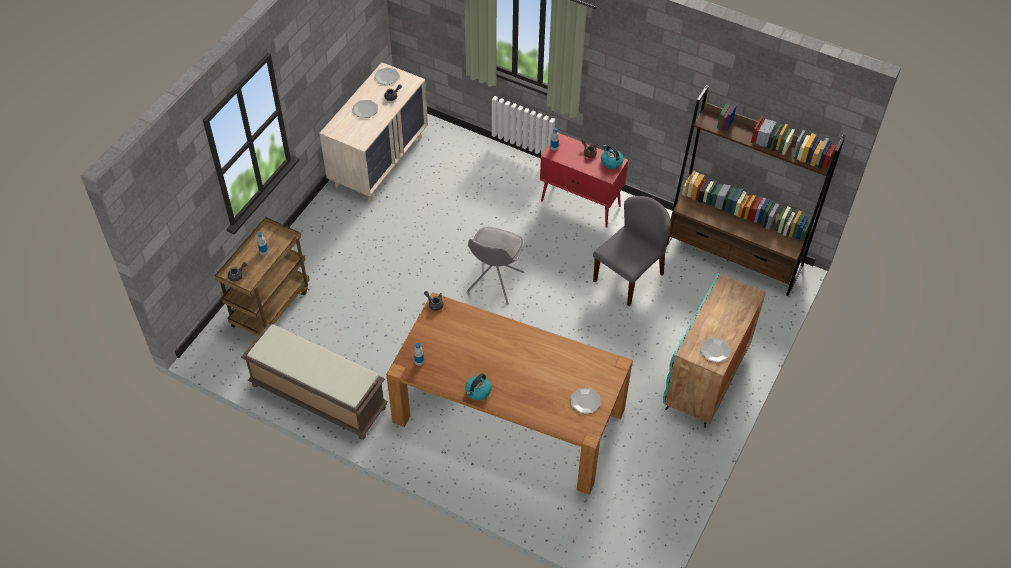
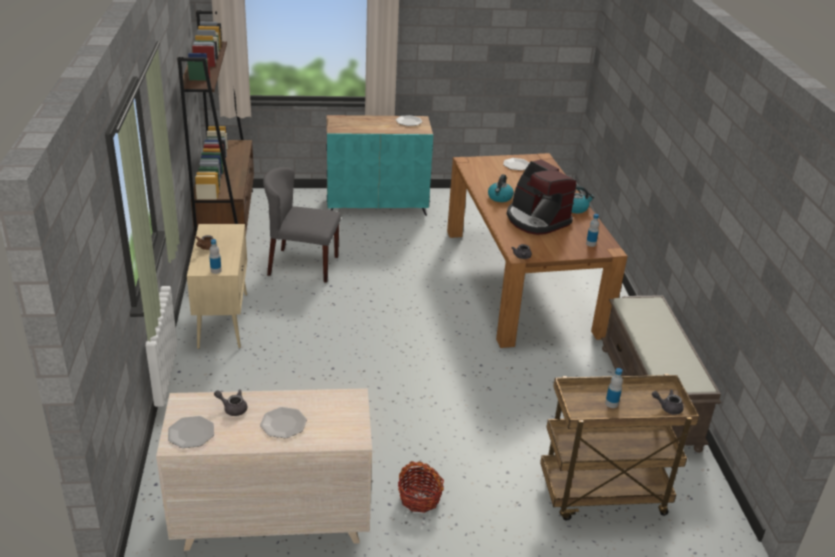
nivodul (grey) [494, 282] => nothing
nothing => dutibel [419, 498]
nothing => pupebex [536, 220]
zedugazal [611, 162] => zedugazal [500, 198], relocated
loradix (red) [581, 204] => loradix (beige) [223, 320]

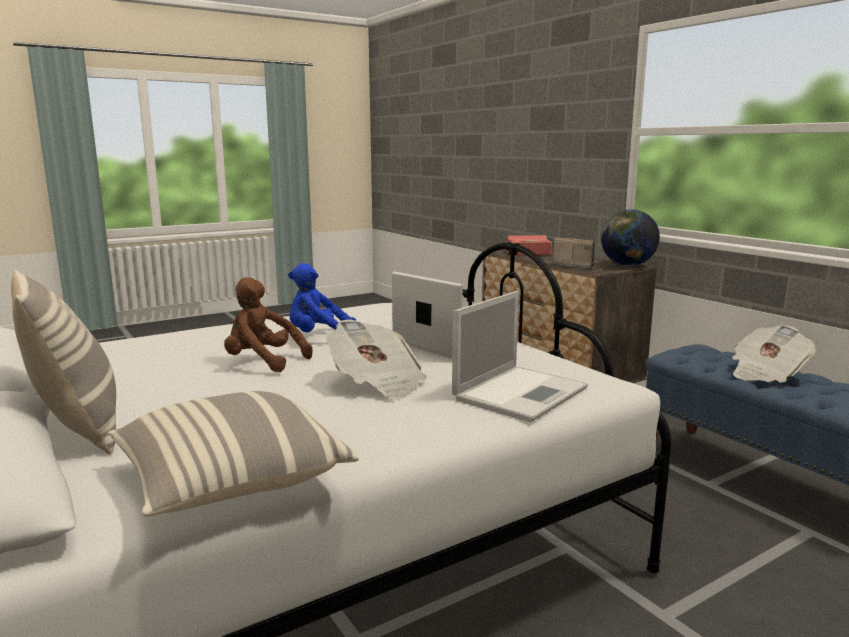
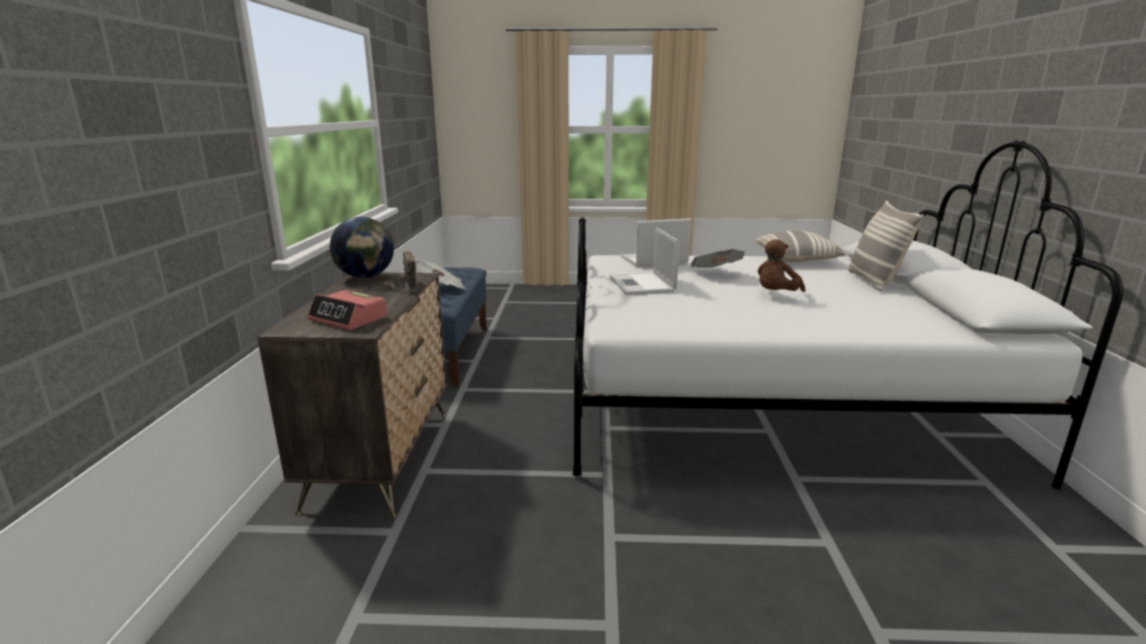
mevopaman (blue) [319, 337] => nothing
mevopaman (brown) [263, 362] => mevopaman (brown) [775, 295], 75 degrees clockwise

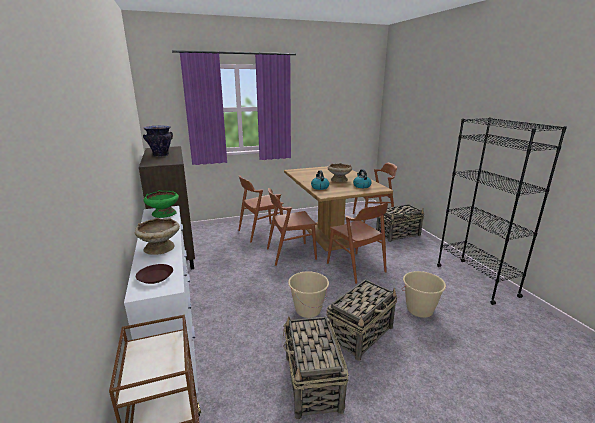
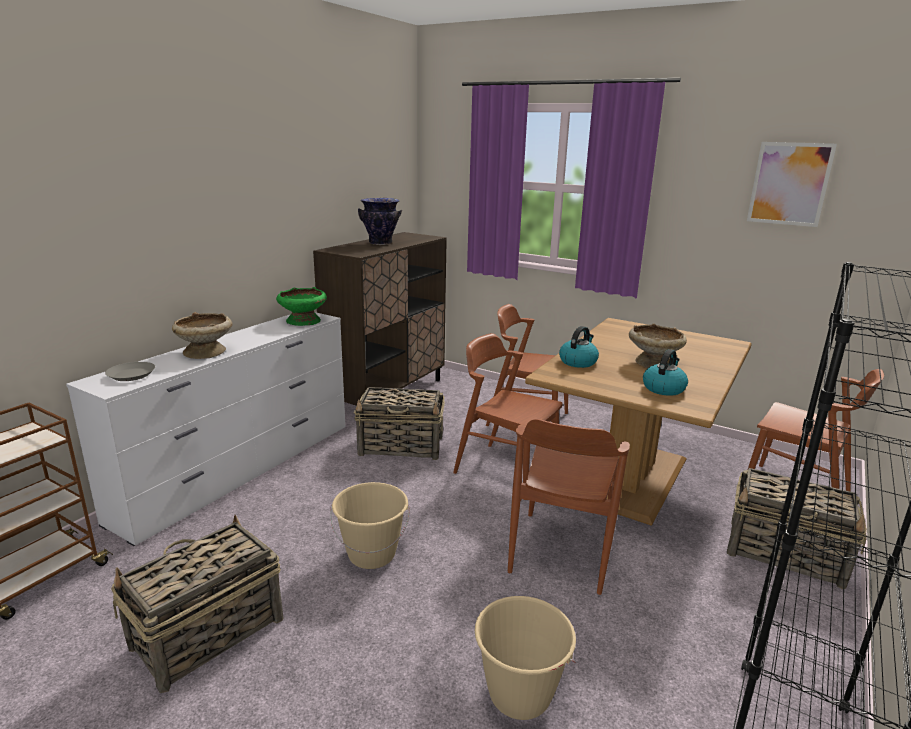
nothing => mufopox [789, 184]
dutibel [361, 333] => dutibel [402, 446], relocated
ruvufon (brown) [155, 276] => ruvufon (grey) [132, 375]

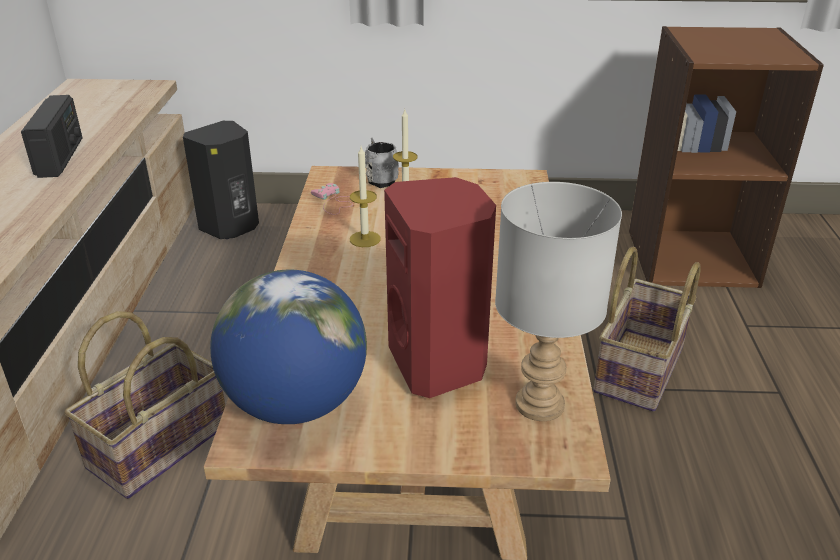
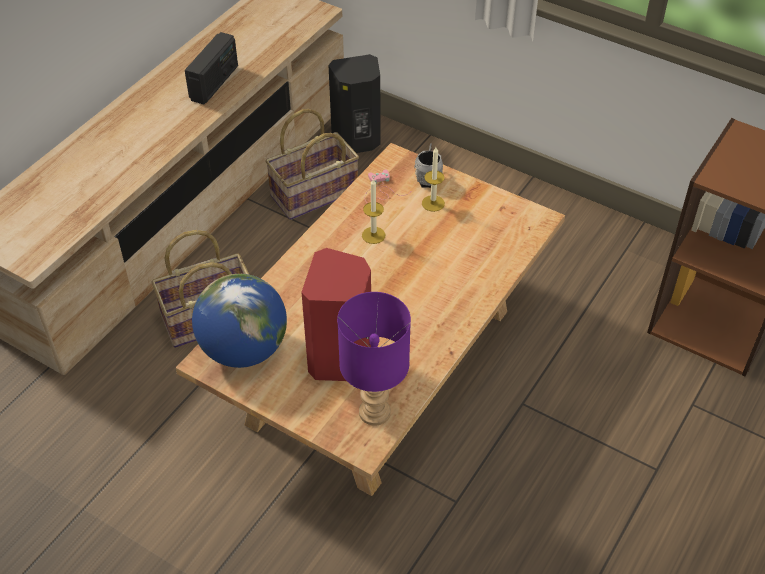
dutibel [641, 370] => dutibel [314, 194], relocated
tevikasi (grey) [537, 404] => tevikasi (purple) [373, 411]

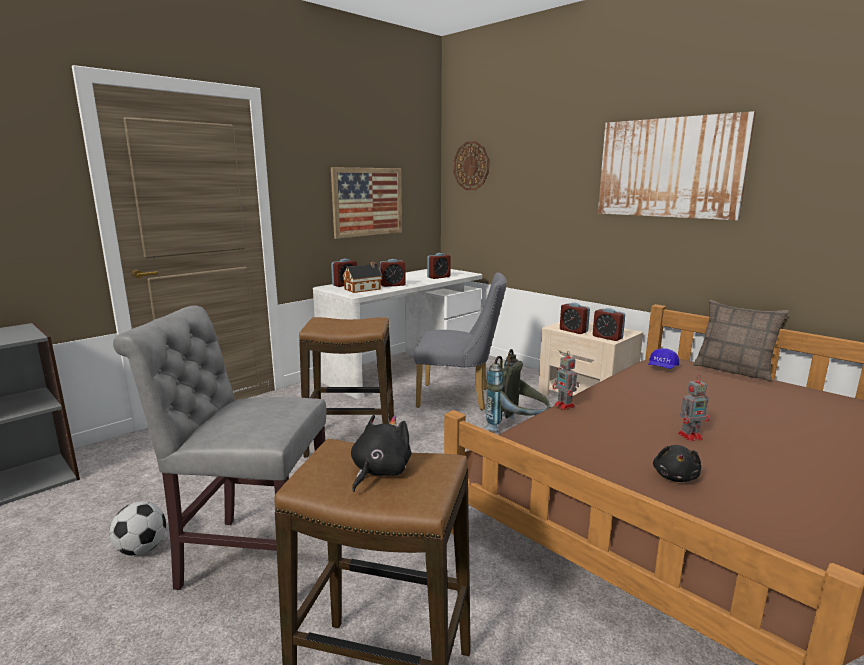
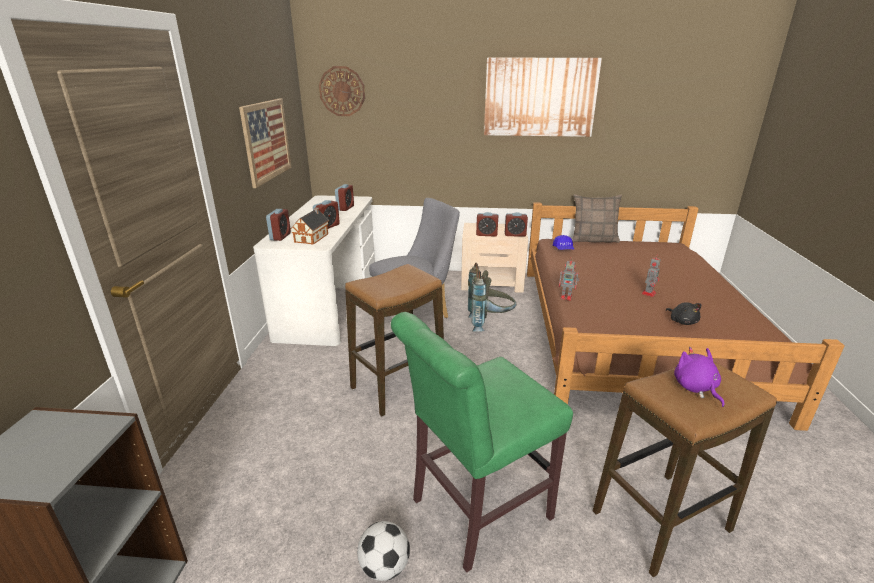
nivodul (grey) [250, 556] => nivodul (green) [475, 511]
mevopaman (black) [379, 472] => mevopaman (purple) [695, 388]

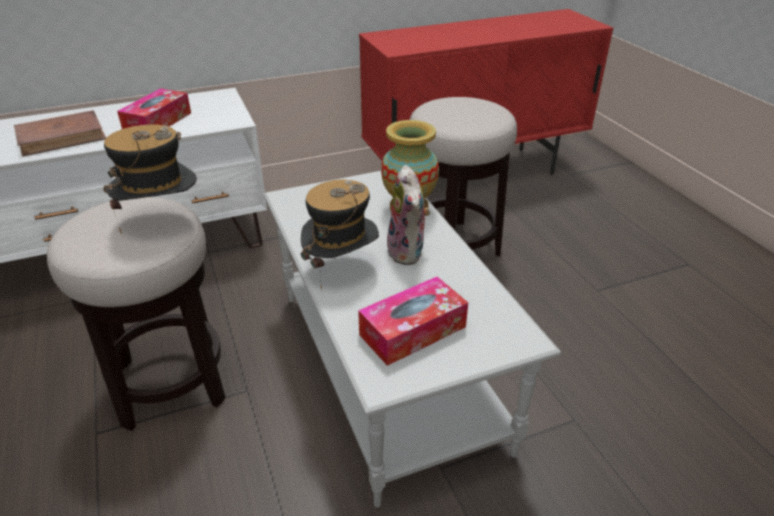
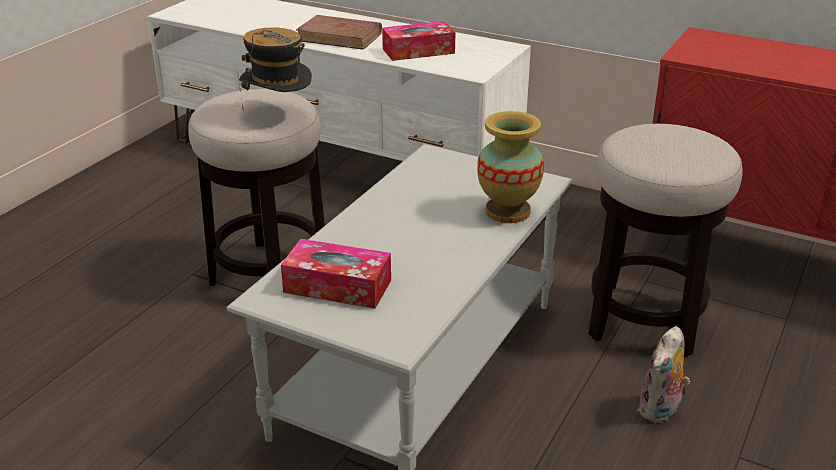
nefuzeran [341, 268] => nothing
mevopaman [408, 252] => mevopaman [660, 411], relocated

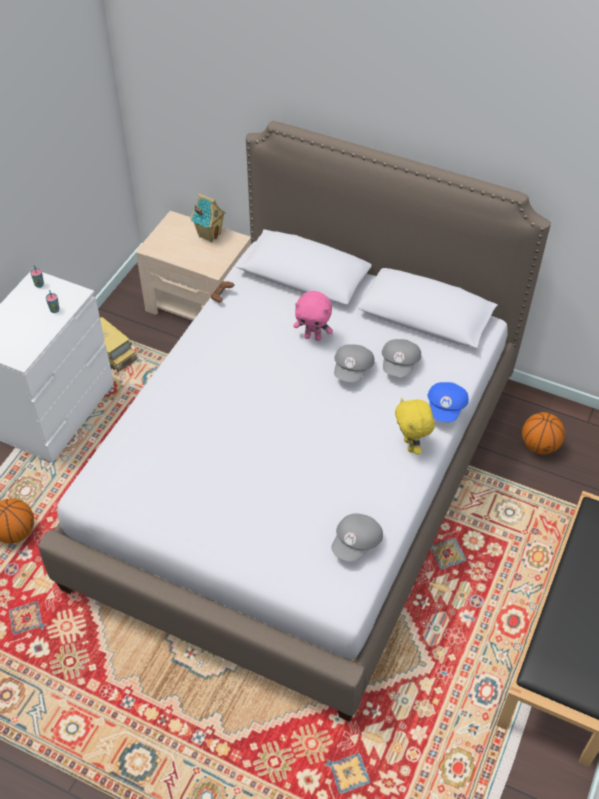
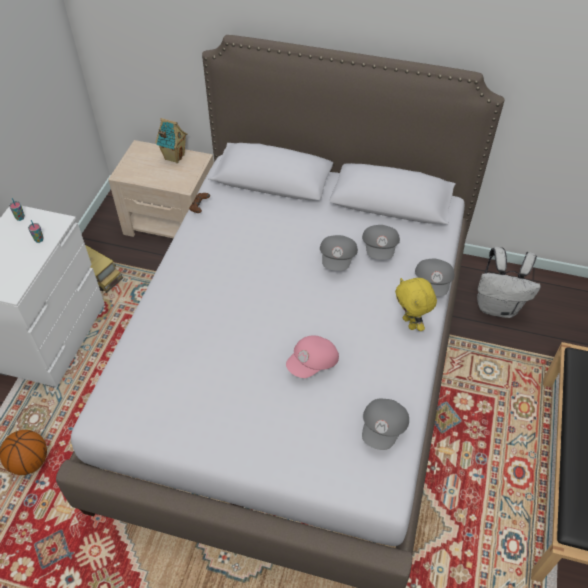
mevopaman (pink) [313, 337] => nothing
nothing => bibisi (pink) [313, 363]
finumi [539, 446] => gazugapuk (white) [498, 307]
bibisi (blue) [446, 408] => bibisi (grey) [433, 283]

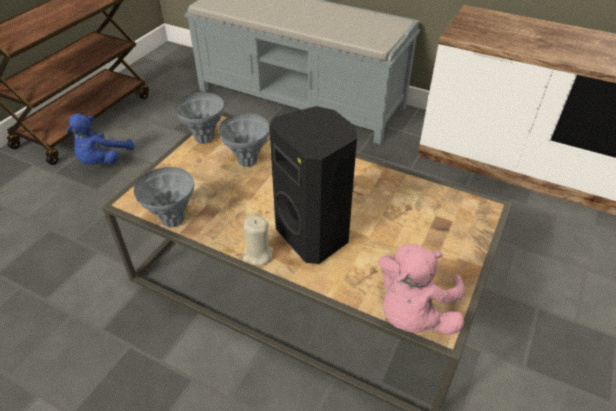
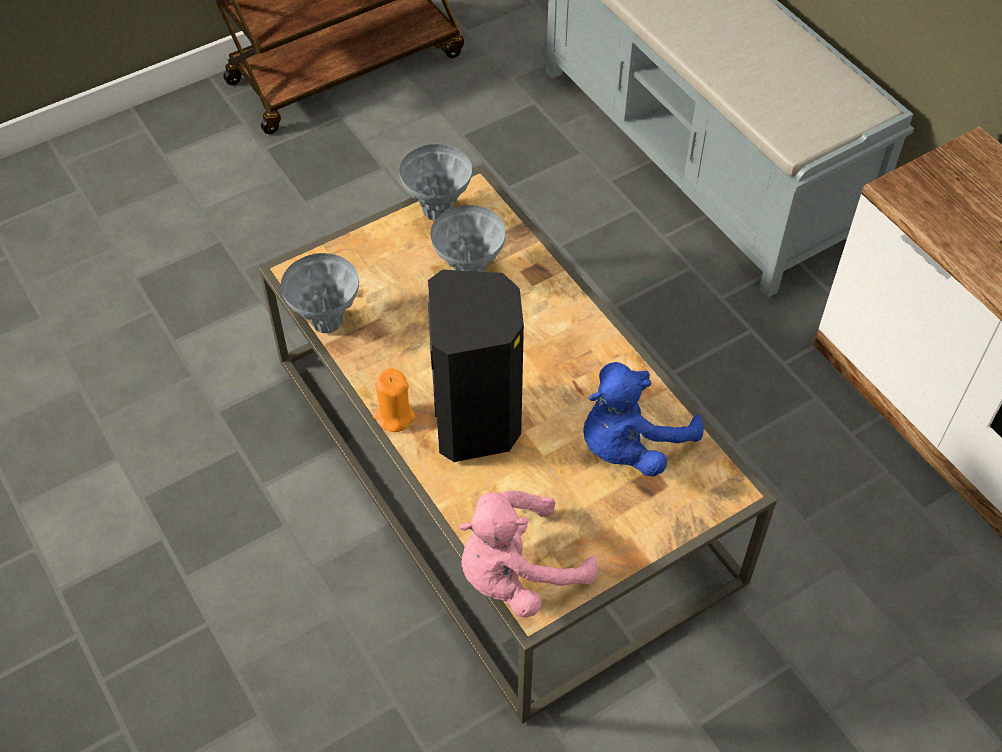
mevopaman (blue) [103, 161] => mevopaman (blue) [629, 444], relocated
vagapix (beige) [258, 255] => vagapix (orange) [394, 416]

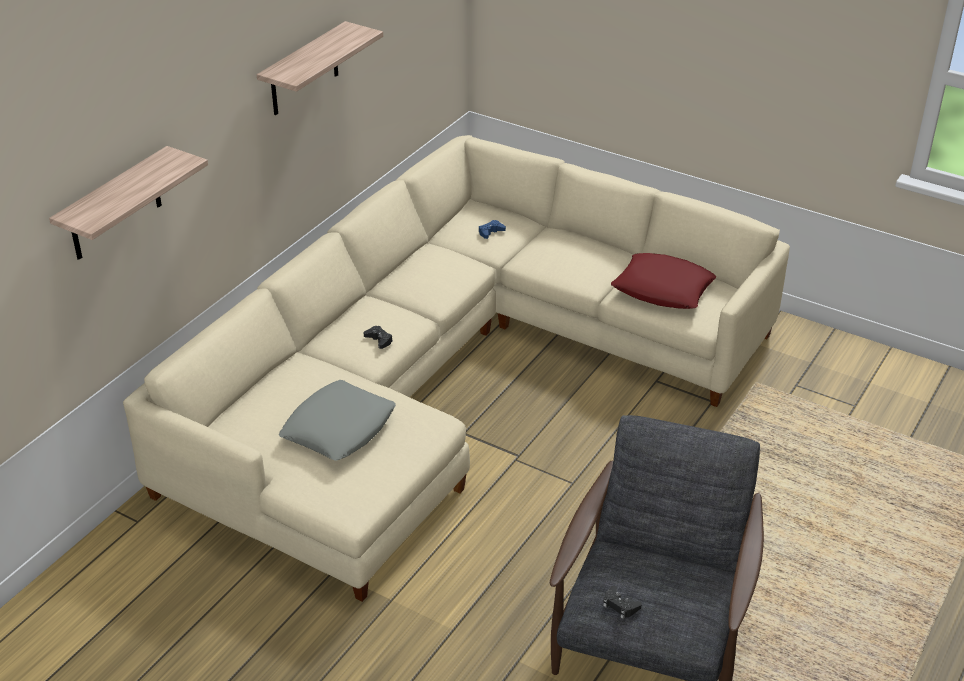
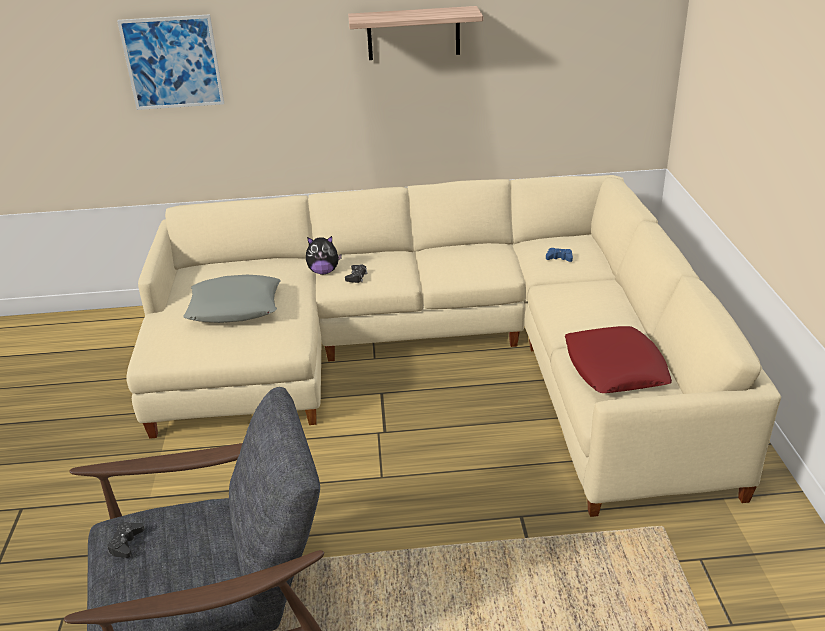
nothing => mevopaman [323, 271]
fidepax [115, 206] => mufopox [172, 63]

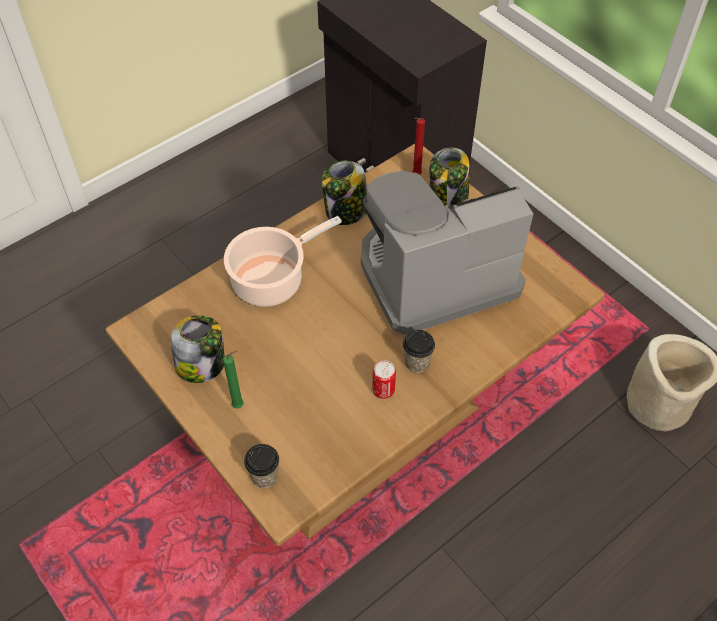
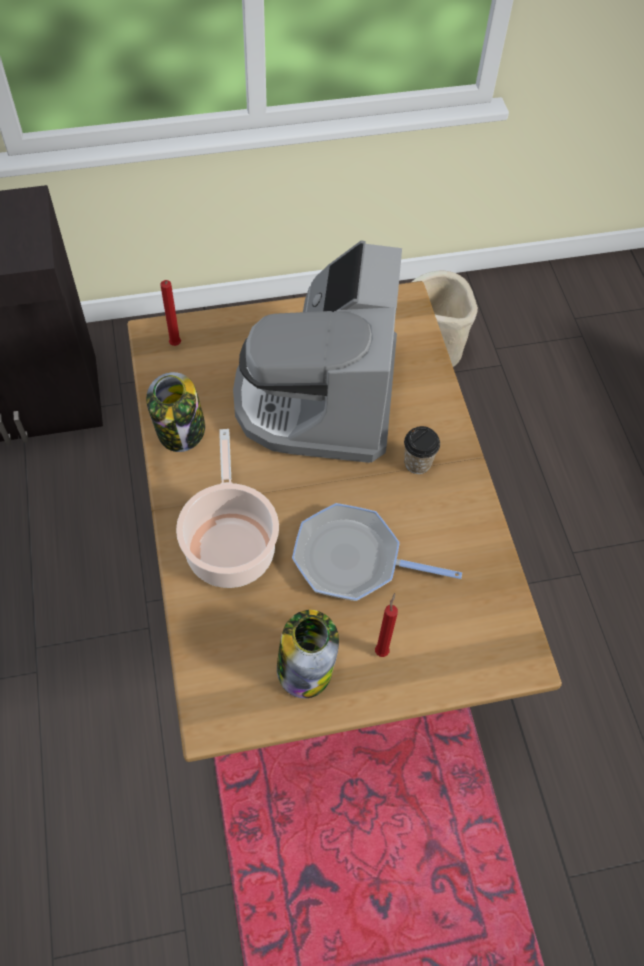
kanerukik [264, 476] => nothing
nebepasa [383, 390] => nothing
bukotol [448, 198] => nothing
nothing => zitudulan [353, 559]
vagapix (green) [240, 405] => vagapix (red) [382, 650]

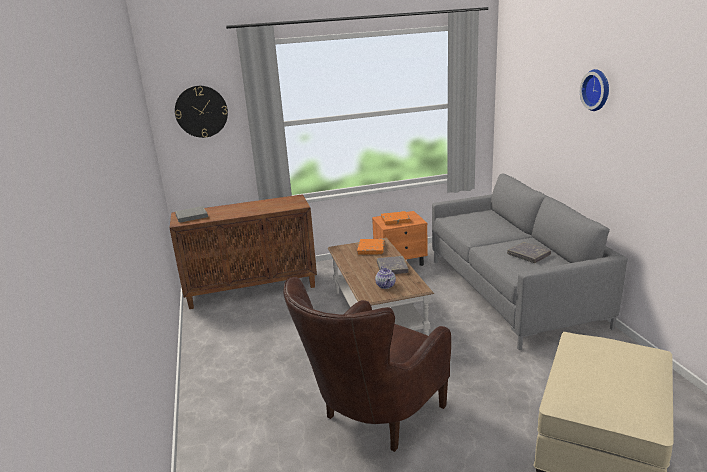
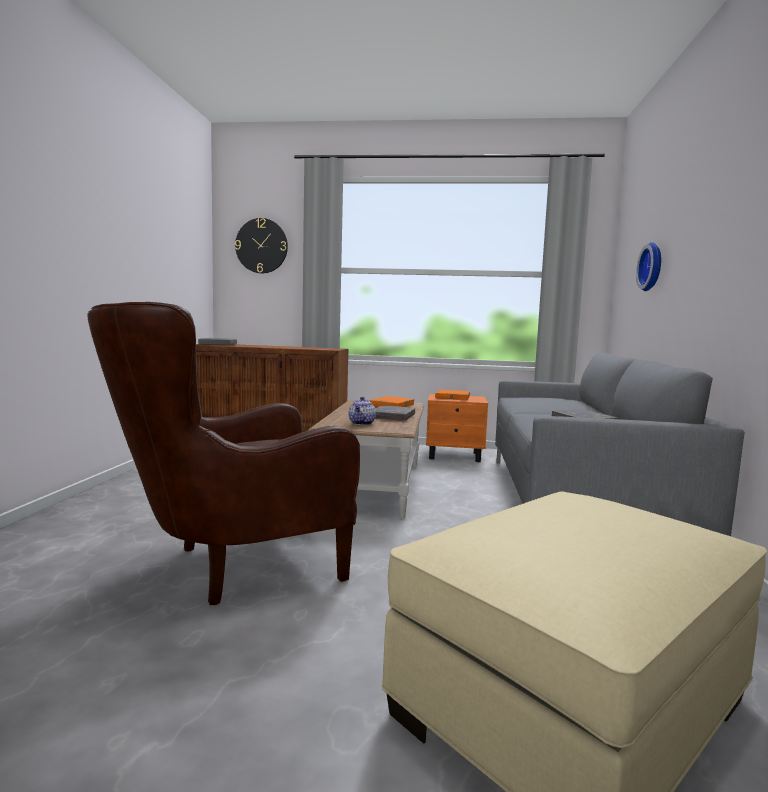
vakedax [597, 90] => vakedax [653, 267], relocated

